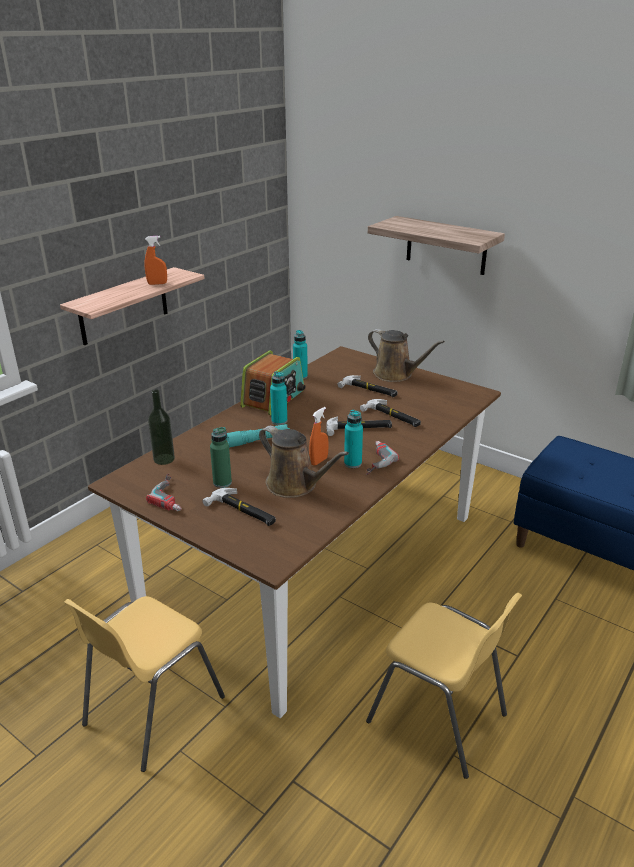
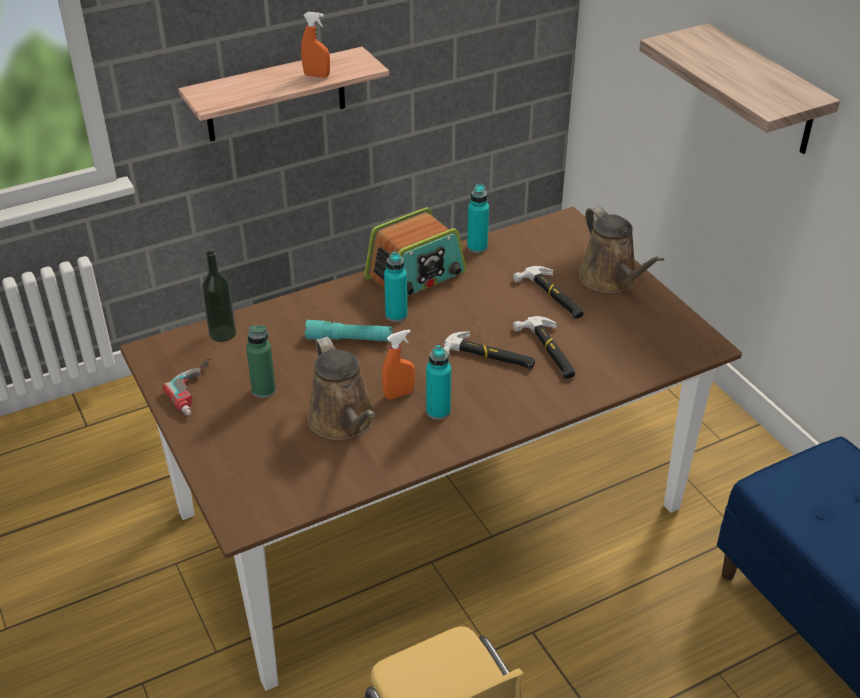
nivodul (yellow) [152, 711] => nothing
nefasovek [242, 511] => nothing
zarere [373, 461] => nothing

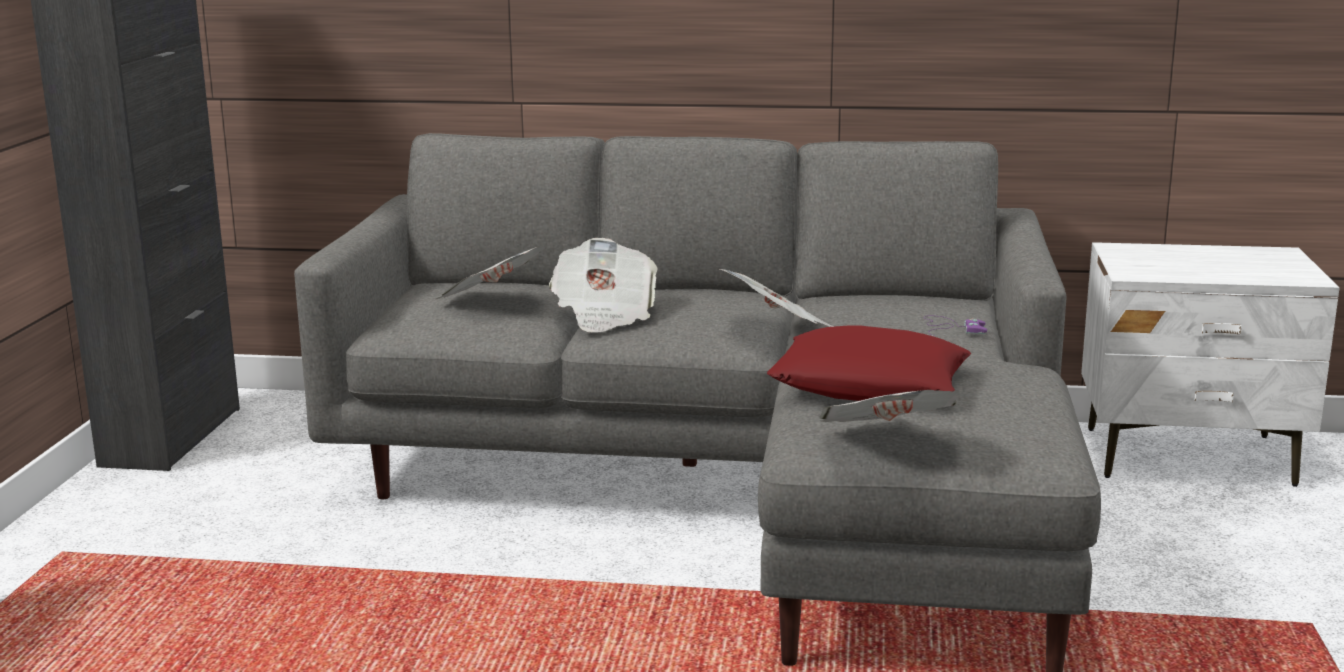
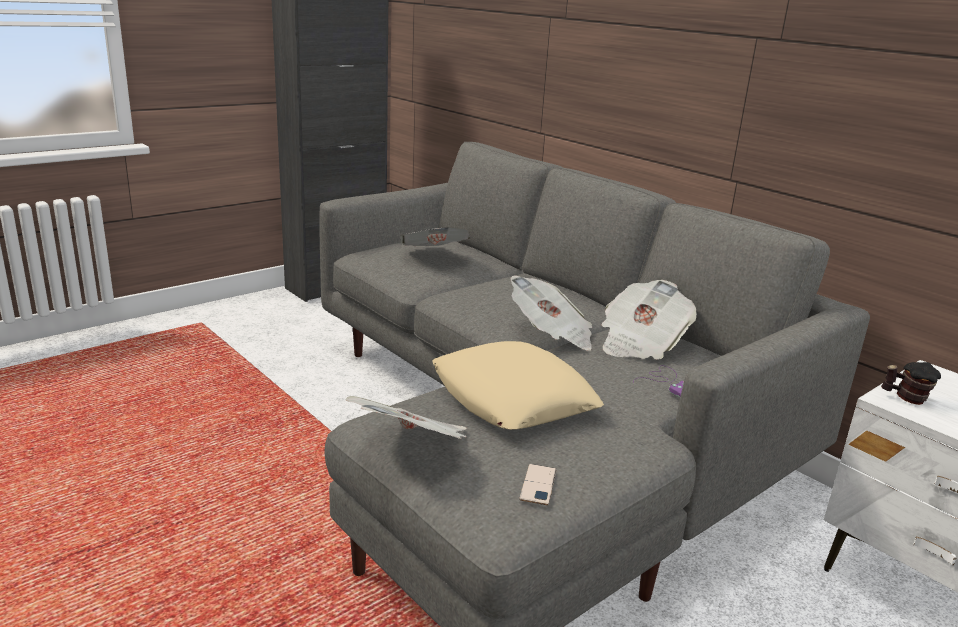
nothing => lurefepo [538, 485]
nothing => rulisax [905, 398]
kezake [604, 315] => kezake [640, 343], relocated
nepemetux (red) [870, 383] => nepemetux (beige) [513, 398]

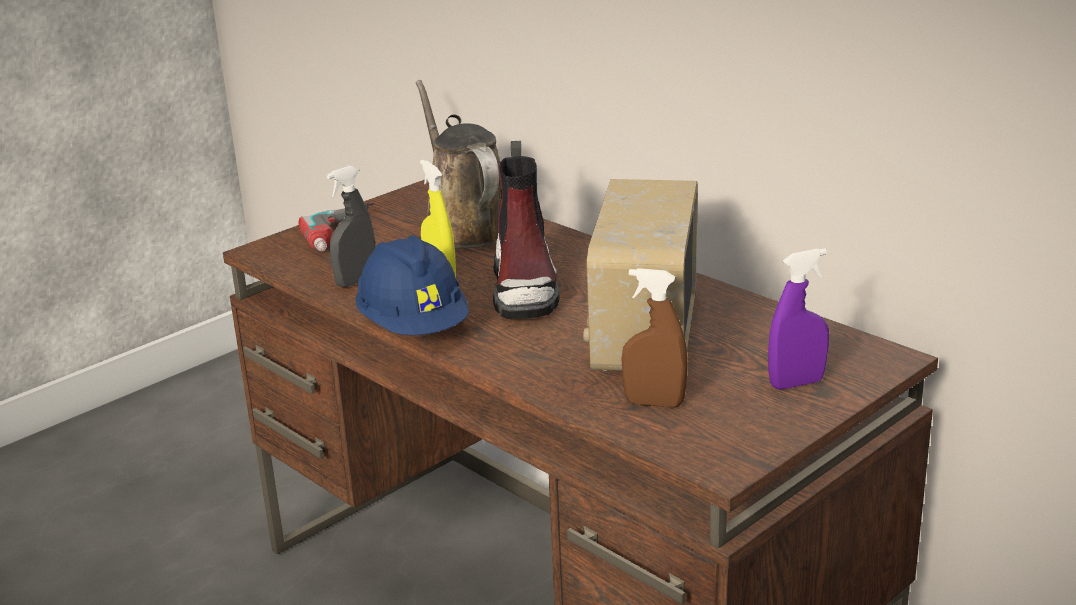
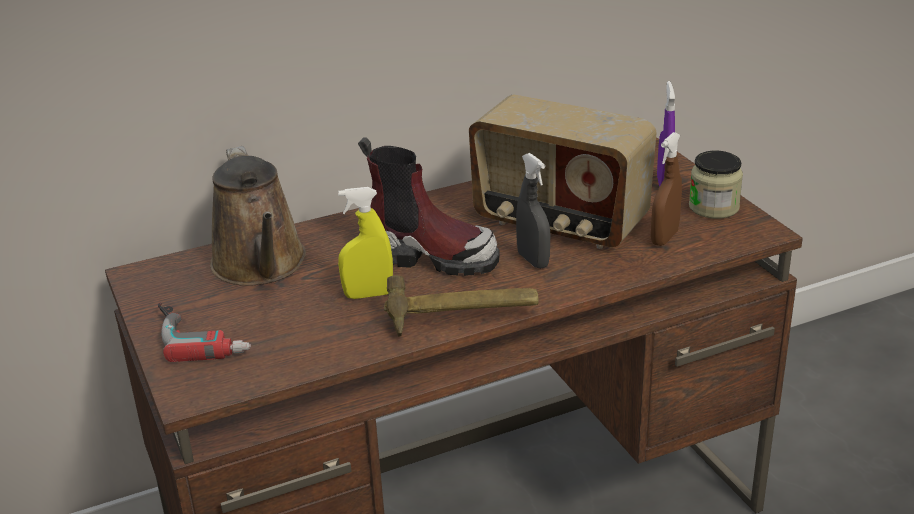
nothing => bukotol [713, 207]
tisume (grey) [356, 281] => tisume (grey) [533, 260], relocated
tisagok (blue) [414, 327] => nefasovek [462, 321]
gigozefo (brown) [465, 226] => gigozefo (brown) [261, 265], 105 degrees counterclockwise

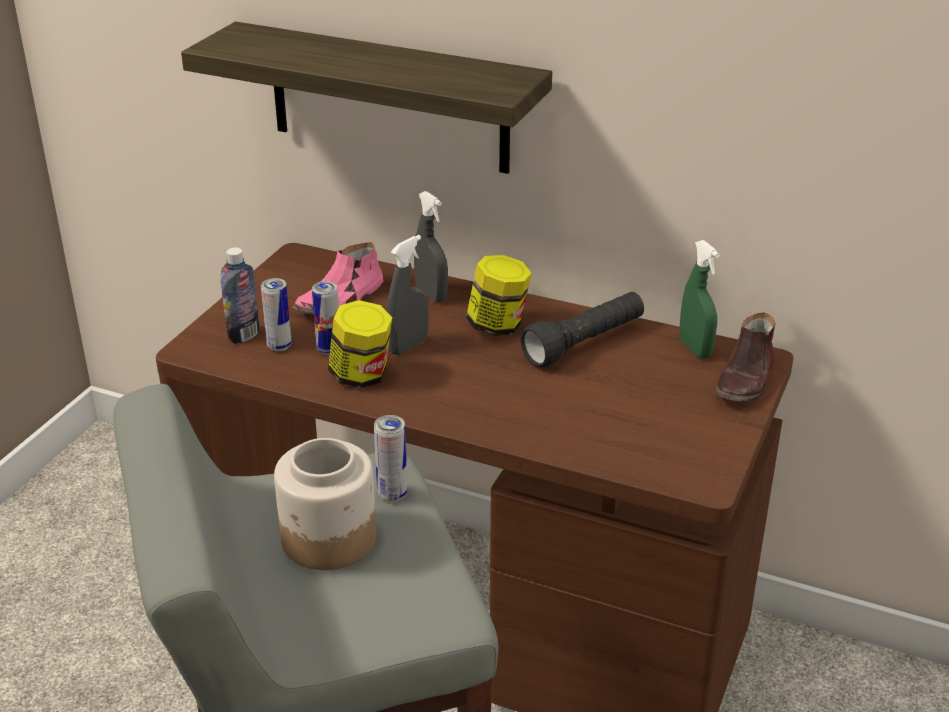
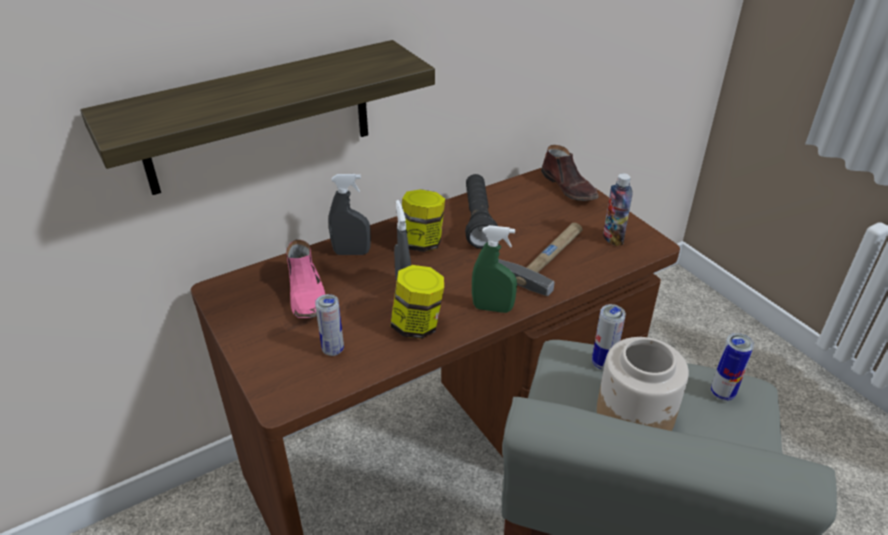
nothing => nefasovek [546, 257]
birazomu [244, 335] => birazomu [613, 238], relocated
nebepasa [329, 349] => nebepasa [722, 393], relocated
tisume (green) [695, 349] => tisume (green) [492, 308], relocated

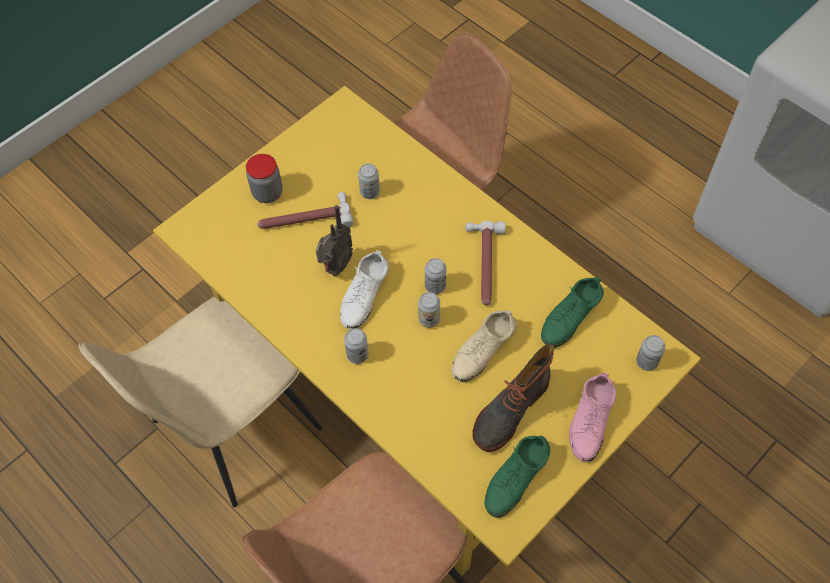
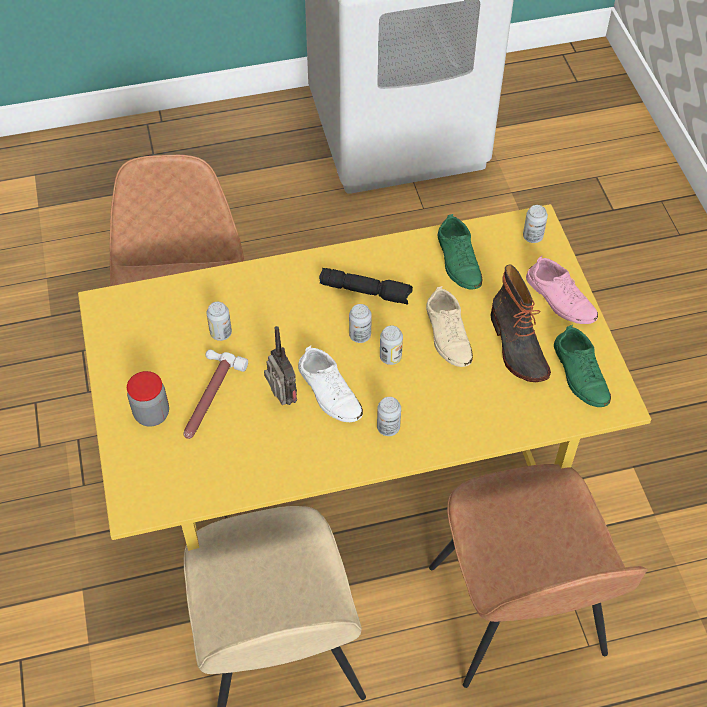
nefasovek [484, 266] => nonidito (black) [366, 291]

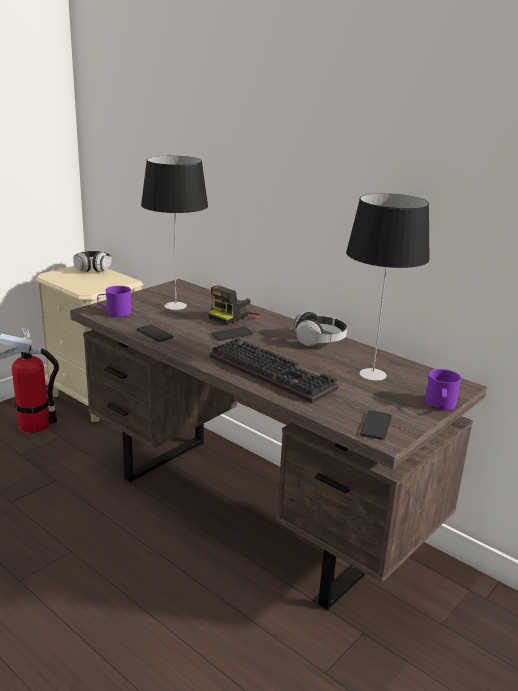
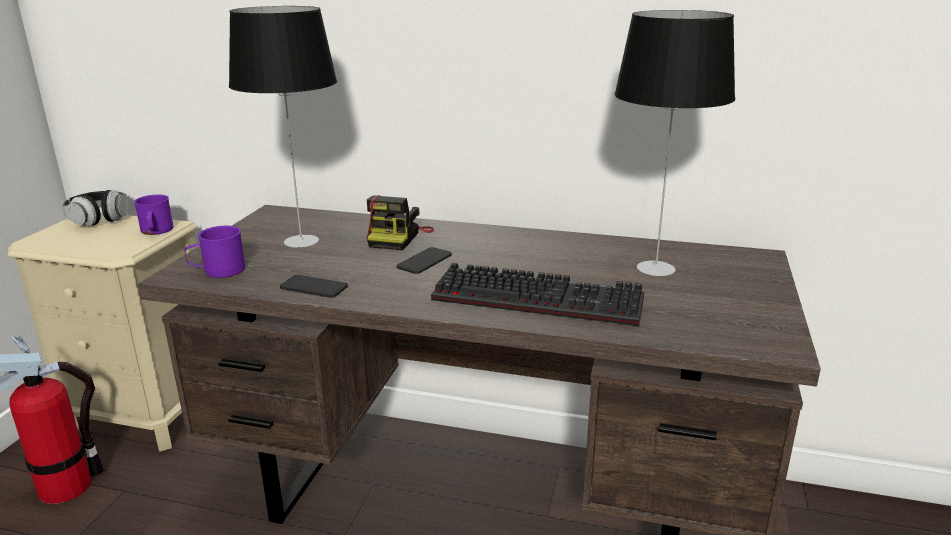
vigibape [319, 341] => nothing
lurefepo [376, 425] => nothing
rulisax (purple) [440, 406] => rulisax (purple) [156, 231], relocated

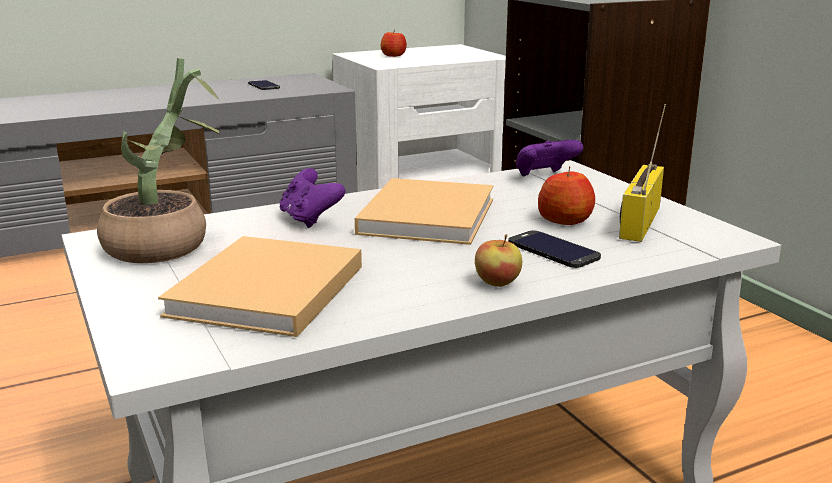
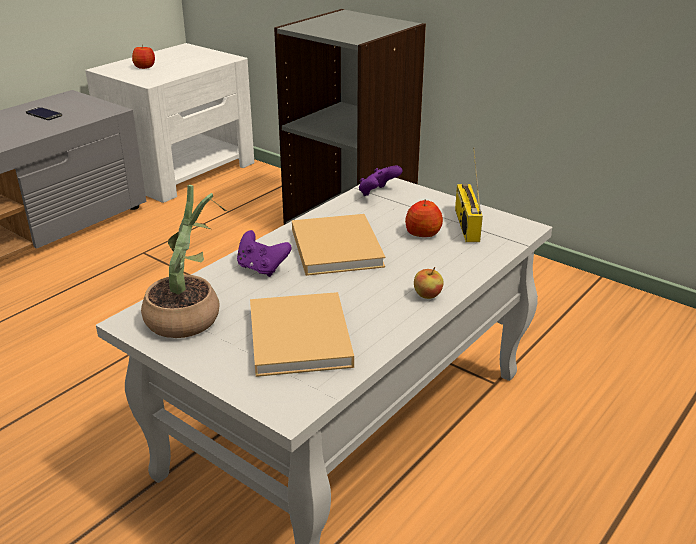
lurefepo [553, 250] => nothing

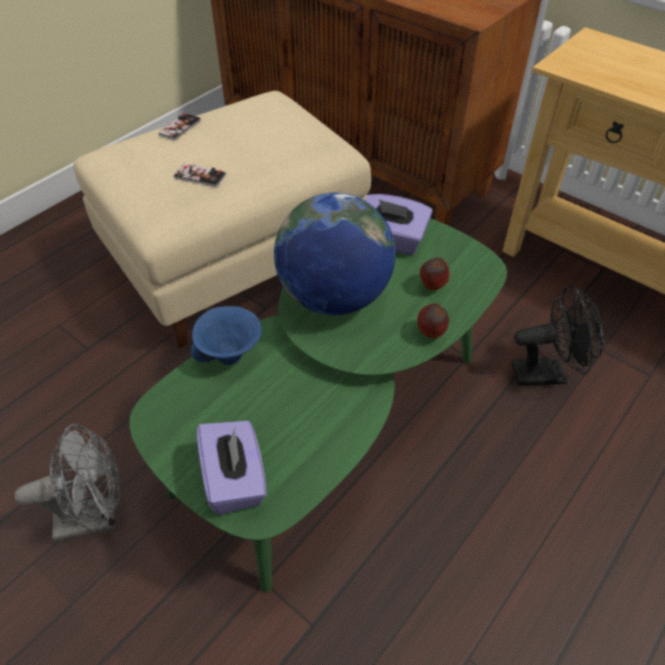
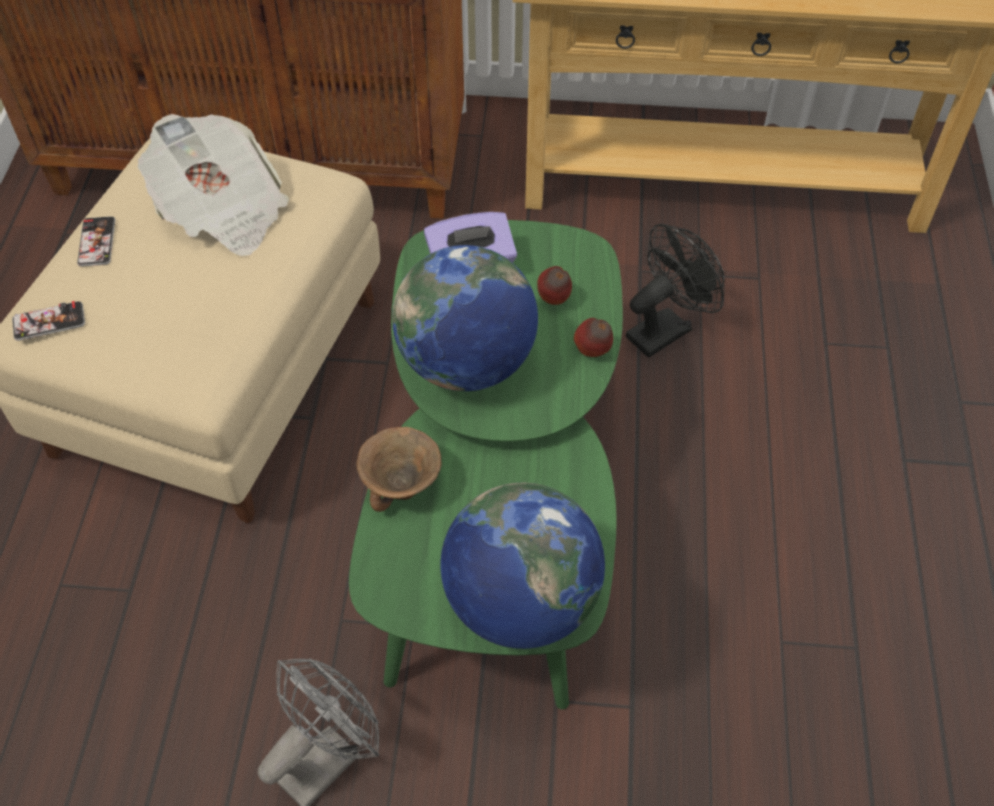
nothing => kezake [222, 211]
lurefepo [200, 176] => lurefepo [49, 322], relocated
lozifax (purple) [235, 479] => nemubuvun [520, 602]
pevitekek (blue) [230, 356] => pevitekek (brown) [402, 487]

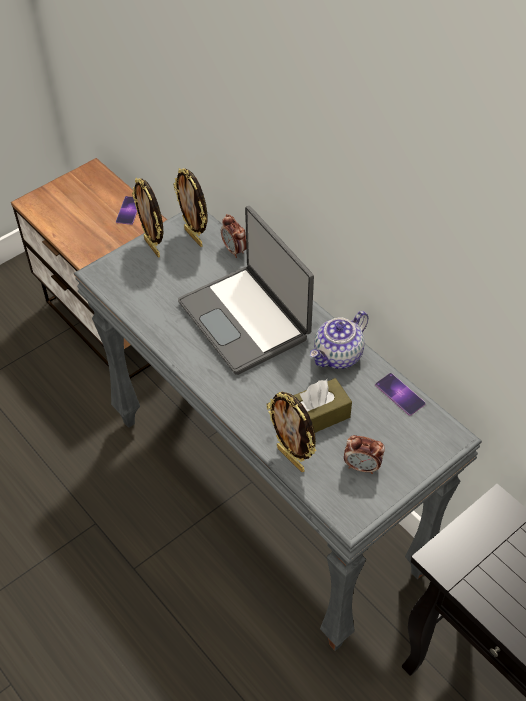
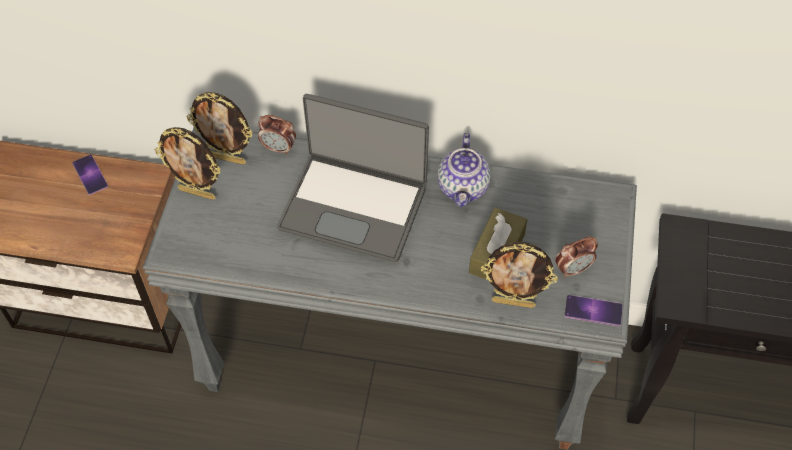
lurefepo [400, 394] => lurefepo [593, 310], relocated

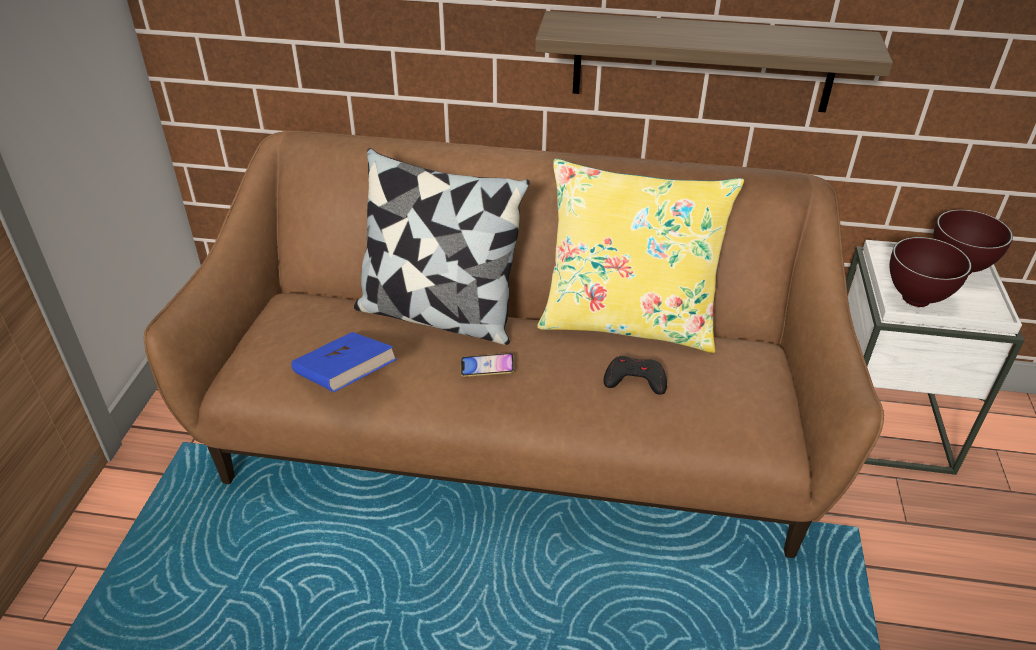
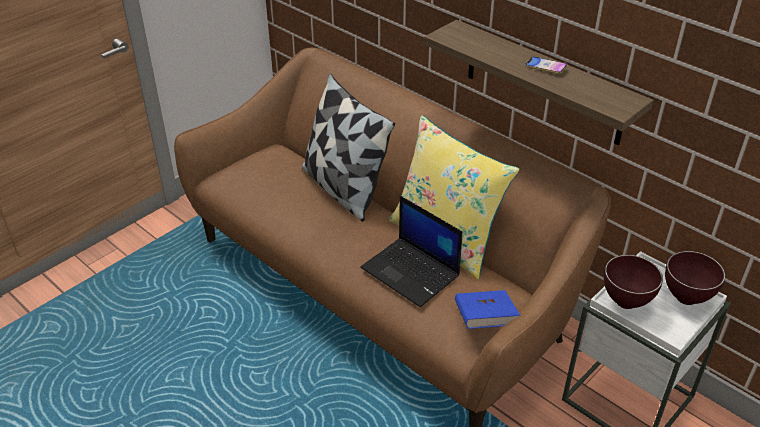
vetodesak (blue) [345, 379] => vetodesak (blue) [484, 321], relocated
lurefepo [487, 368] => lurefepo [545, 67], relocated
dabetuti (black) [635, 380] => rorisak [411, 272]

